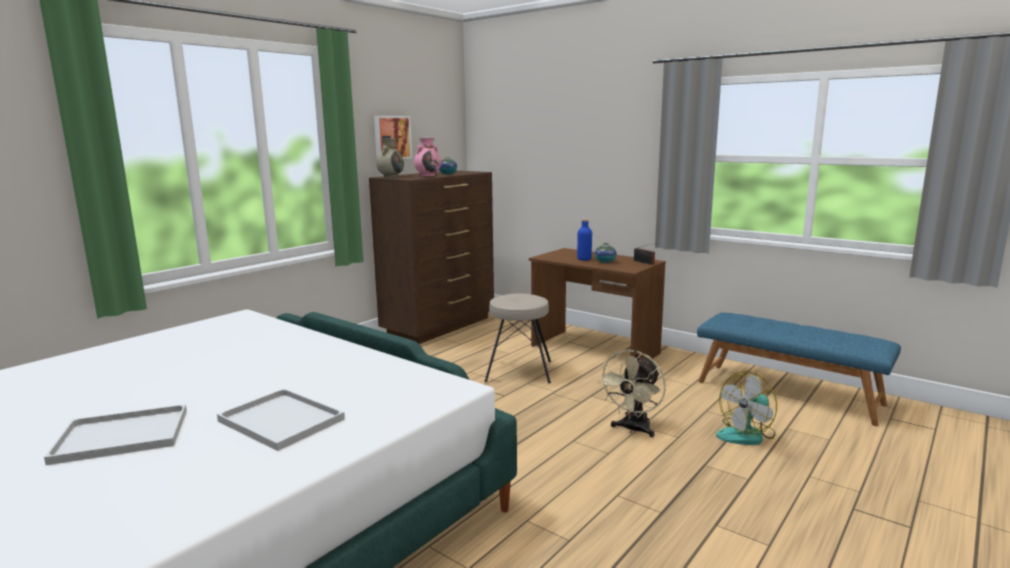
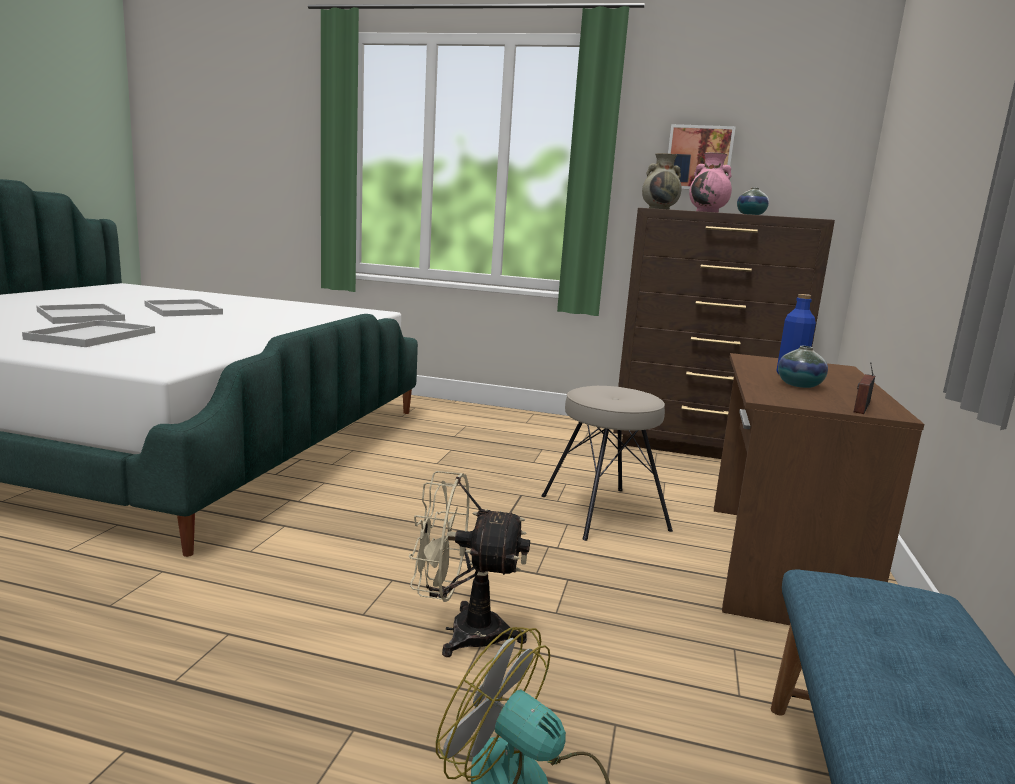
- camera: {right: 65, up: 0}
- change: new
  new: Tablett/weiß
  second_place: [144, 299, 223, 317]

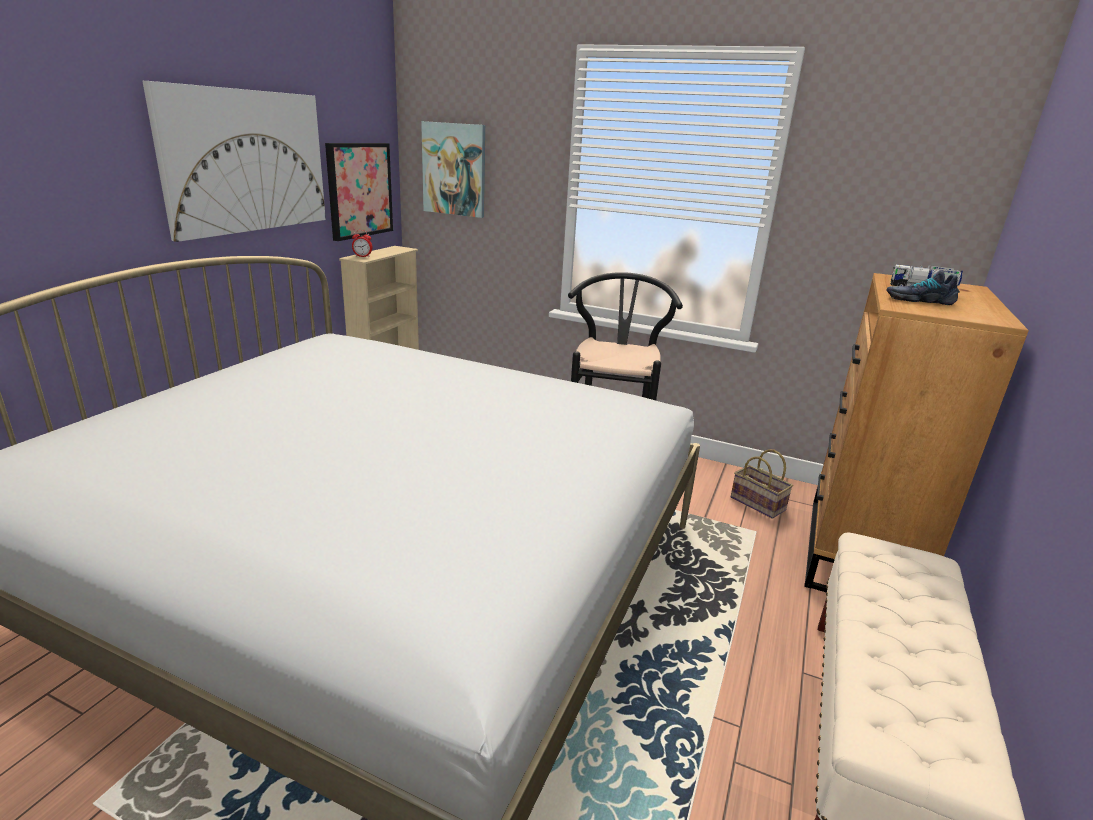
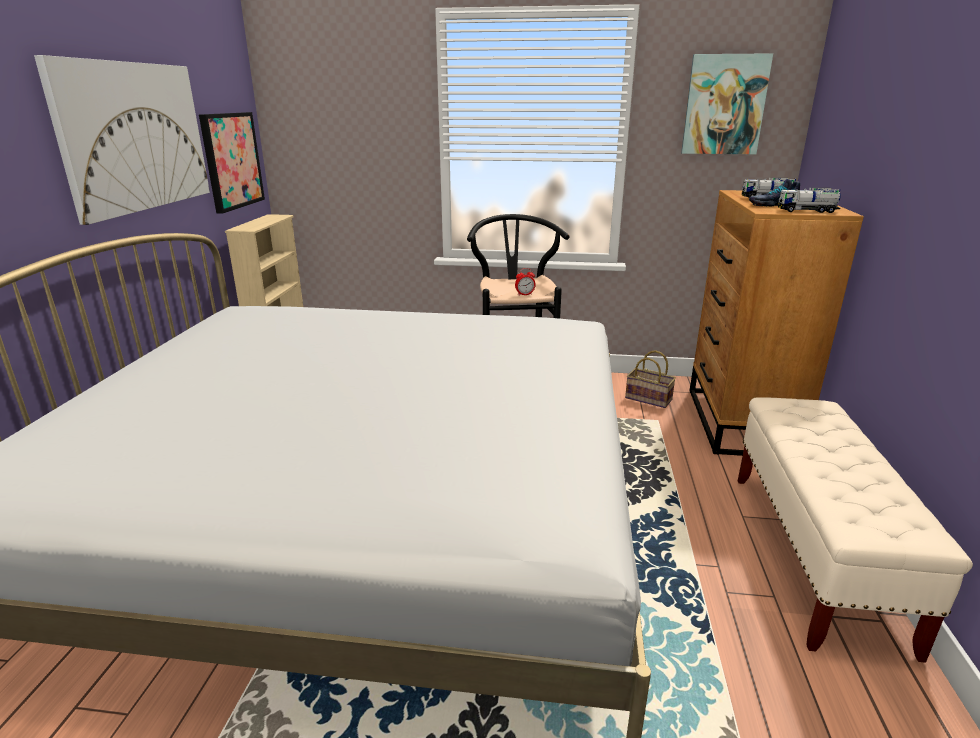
- camera: {right: -15, up: 0}
- change: new
  new: Spielzeuglaster
  second_place: [778, 188, 841, 213]
- change: shifted
  old: Wecker
  first_place: [352, 230, 373, 258]
  second_place: [515, 268, 536, 296]
- change: shifted
  old: Bild
  first_place: [421, 121, 485, 218]
  second_place: [681, 53, 773, 154]

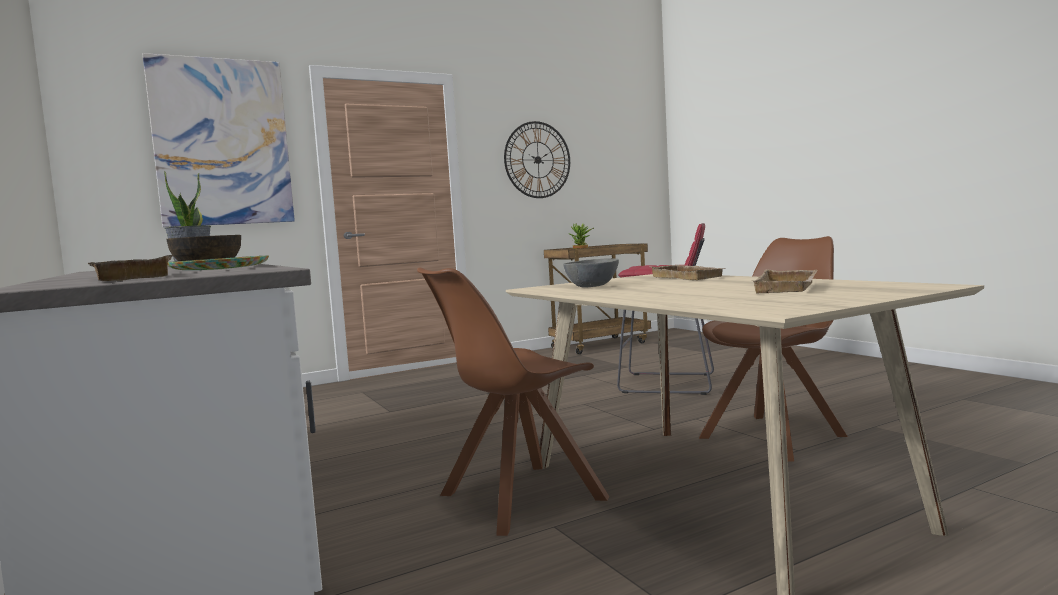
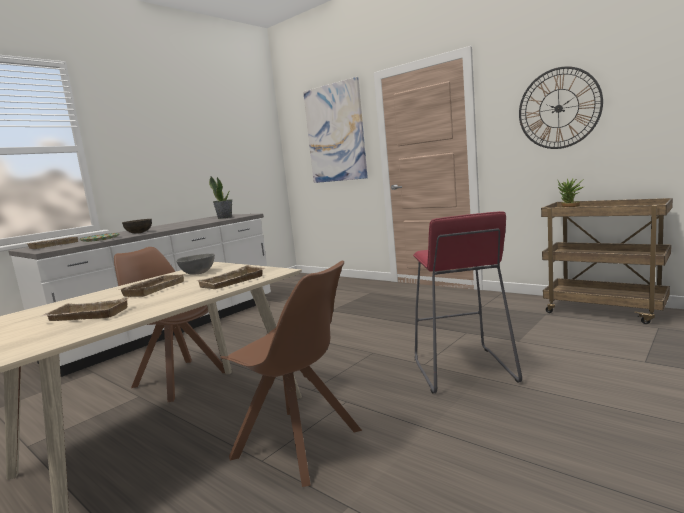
- camera: {right: 70, up: 5}
- change: new
  new: Tablett/beige
  second_place: [118, 274, 185, 297]

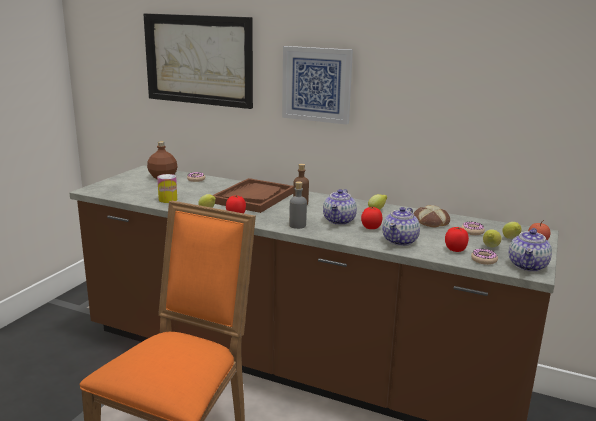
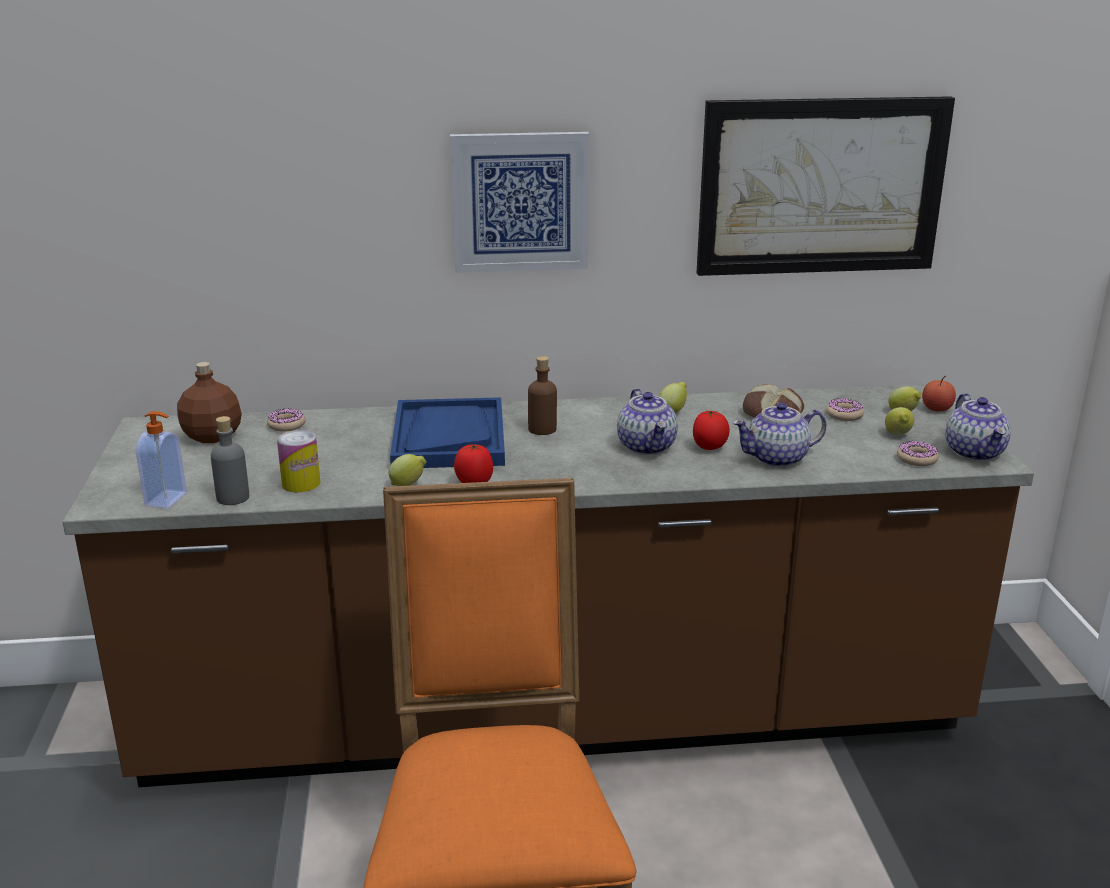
- camera: {right: -30, up: 5}
- change: gone
  old: Tomate
  first_place: [445, 227, 469, 252]
- change: new
  new: Seifenspender
  second_place: [136, 411, 187, 508]
- change: shifted
  old: Bild
  first_place: [143, 13, 253, 109]
  second_place: [696, 96, 955, 276]
- change: shifted
  old: Flasche/grau
  first_place: [289, 181, 307, 229]
  second_place: [211, 416, 249, 505]
- change: repainted
  old: Tablett/braun
  new: Tablett/blau
  first_place: [212, 178, 293, 213]
  second_place: [390, 397, 505, 468]
- change: rotated
  old: Teekanne
  first_place: [382, 207, 420, 246]
  second_place: [732, 402, 826, 468]
  degrees: 75

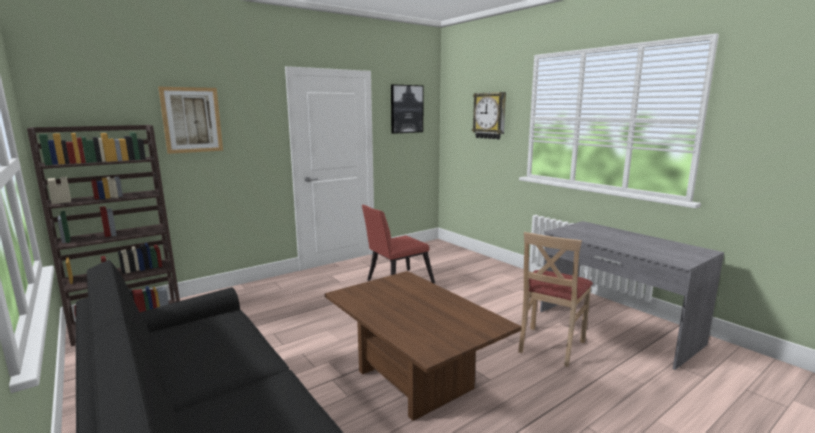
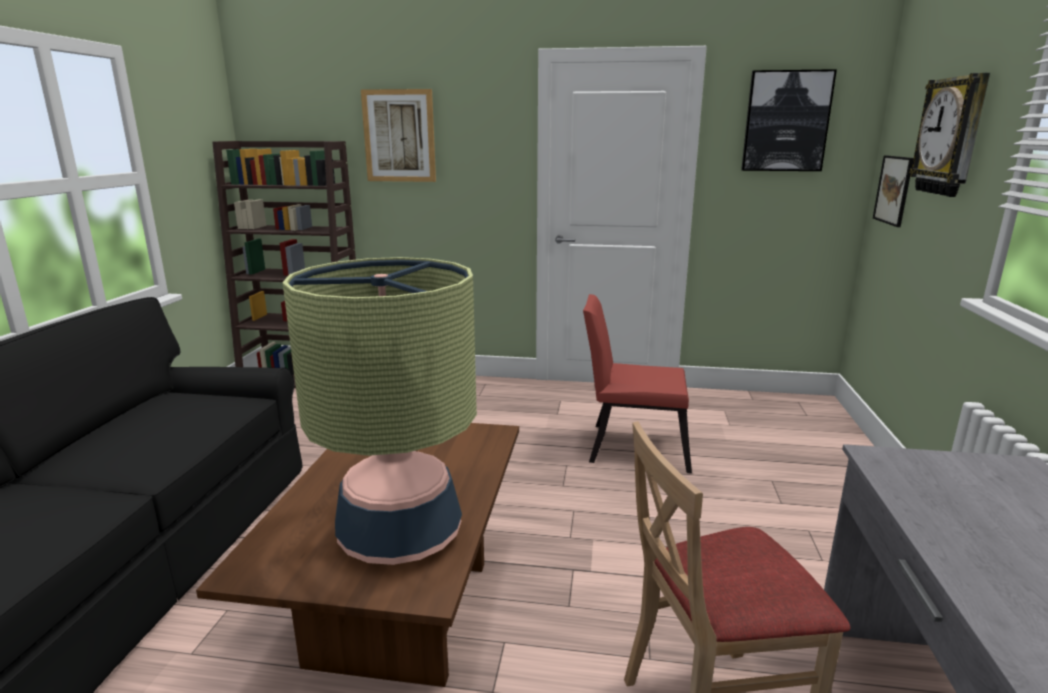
- camera: {right: 45, up: 5}
- change: new
  new: Tischlampe
  second_place: [282, 257, 477, 565]
- change: new
  new: Bild
  second_place: [873, 155, 914, 227]

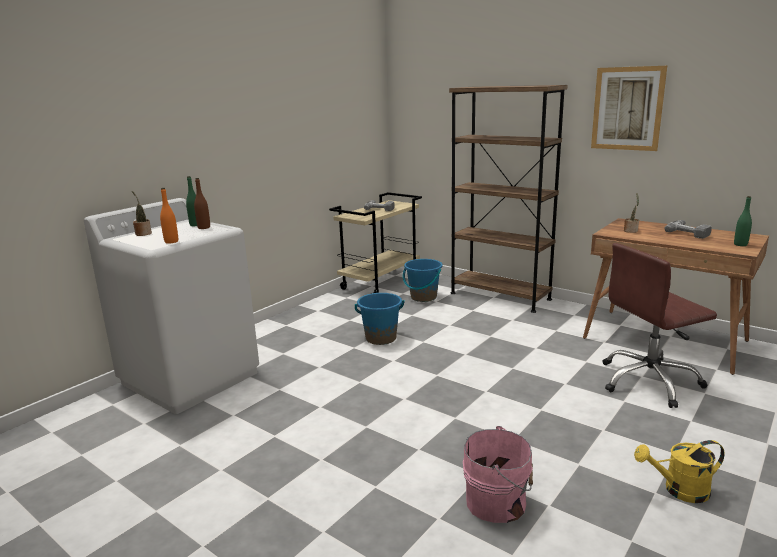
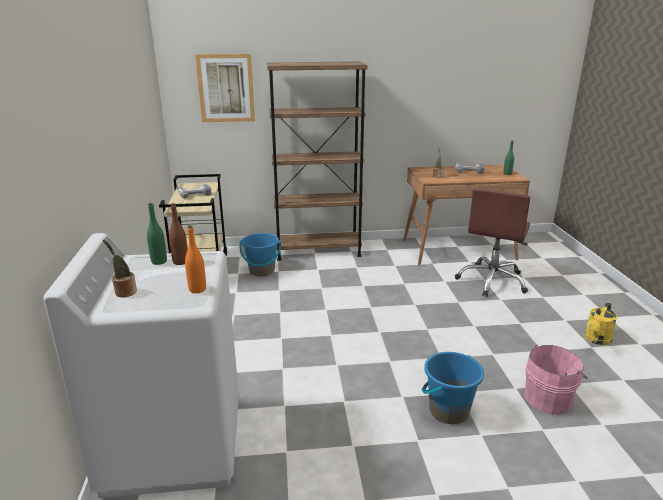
- camera: {right: -45, up: 5}
- change: shifted
  old: Eimer/blau
  first_place: [355, 293, 405, 345]
  second_place: [422, 352, 484, 424]
- change: shifted
  old: Bild
  first_place: [591, 66, 667, 151]
  second_place: [195, 54, 255, 122]

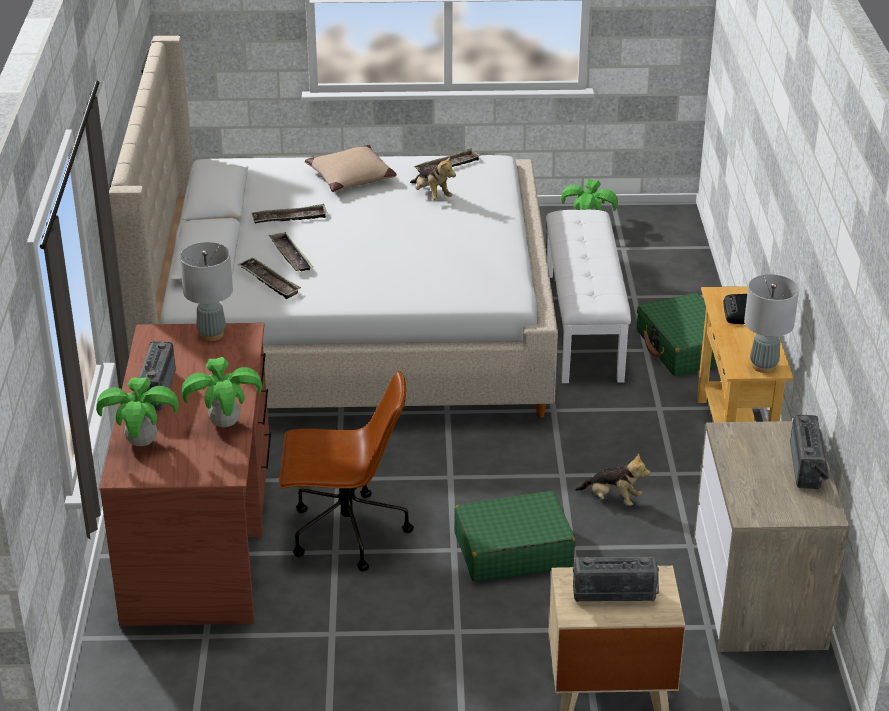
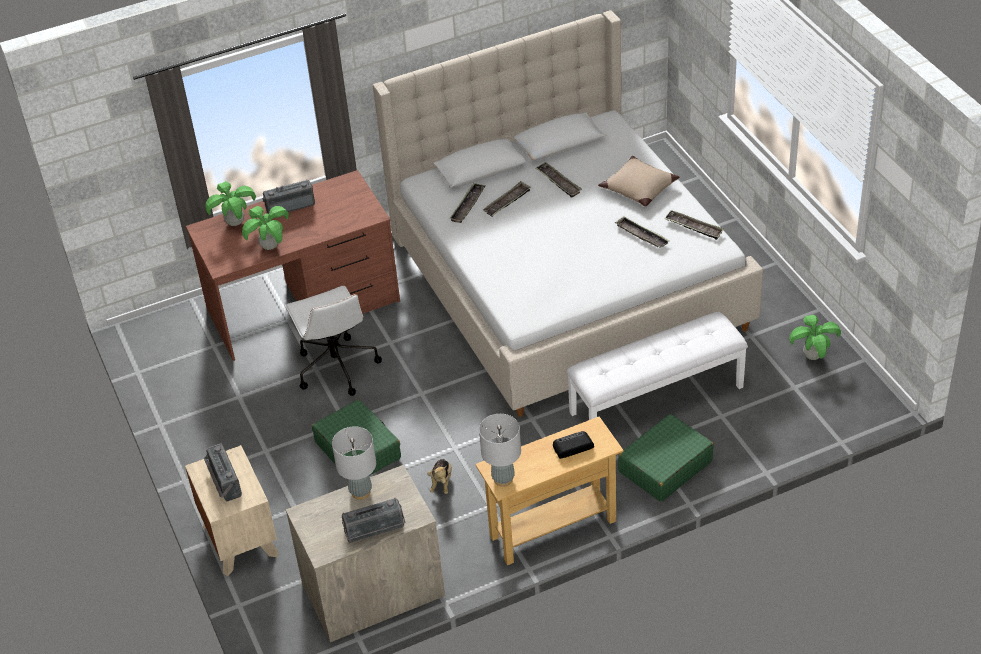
- camera: {right: 70, up: 10}
- change: shifted
  old: Tischlampe/grau
  first_place: [180, 242, 233, 341]
  second_place: [332, 426, 376, 500]
- change: swapped
  old: Plüschtier
  new: Tablett
  first_place: [410, 156, 456, 200]
  second_place: [615, 216, 669, 248]
- change: repainted
  old: Bürostuhl/braun
  new: Bürostuhl/weiß
  first_place: [279, 370, 414, 572]
  second_place: [285, 286, 382, 396]

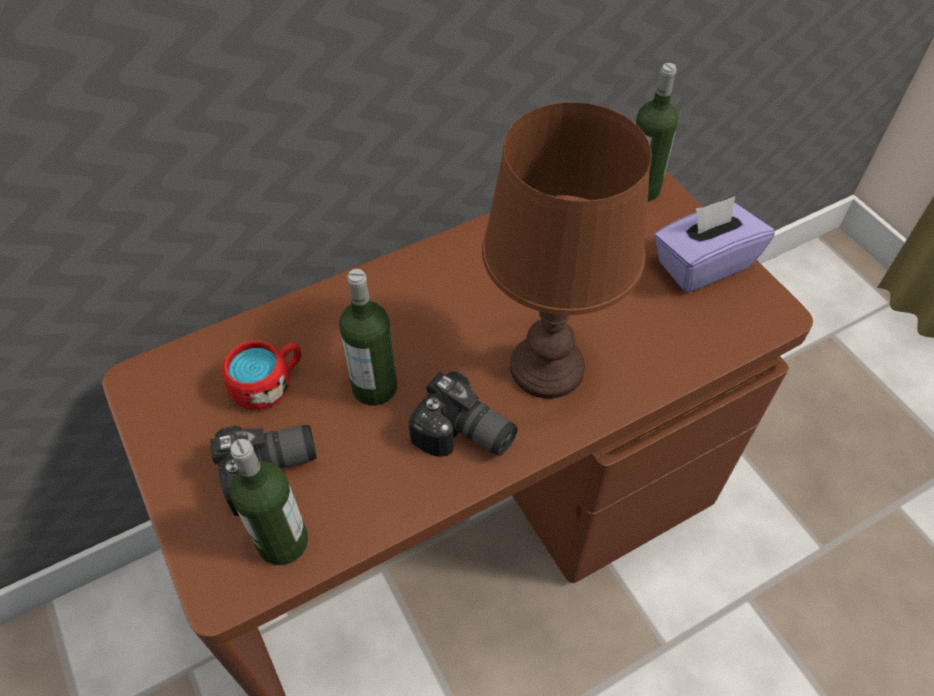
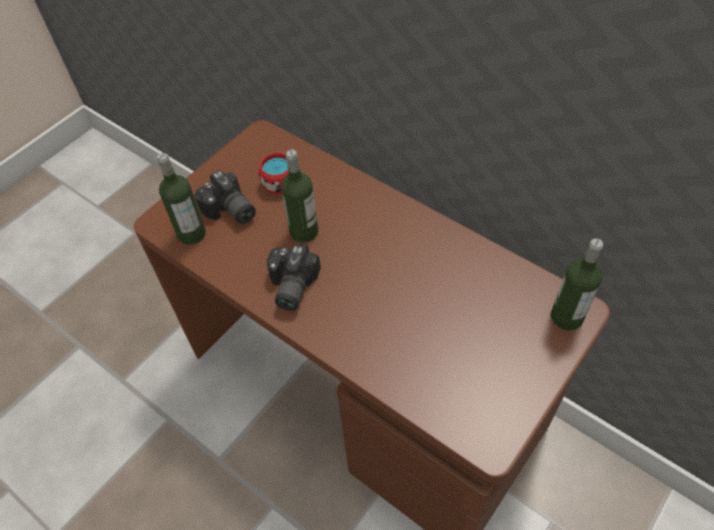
- camera: {right: 70, up: 0}
- change: gone
  old: Tischlampe/braun
  first_place: [482, 102, 652, 399]
- change: gone
  old: Taschentuchbox/lila
  first_place: [654, 196, 775, 293]

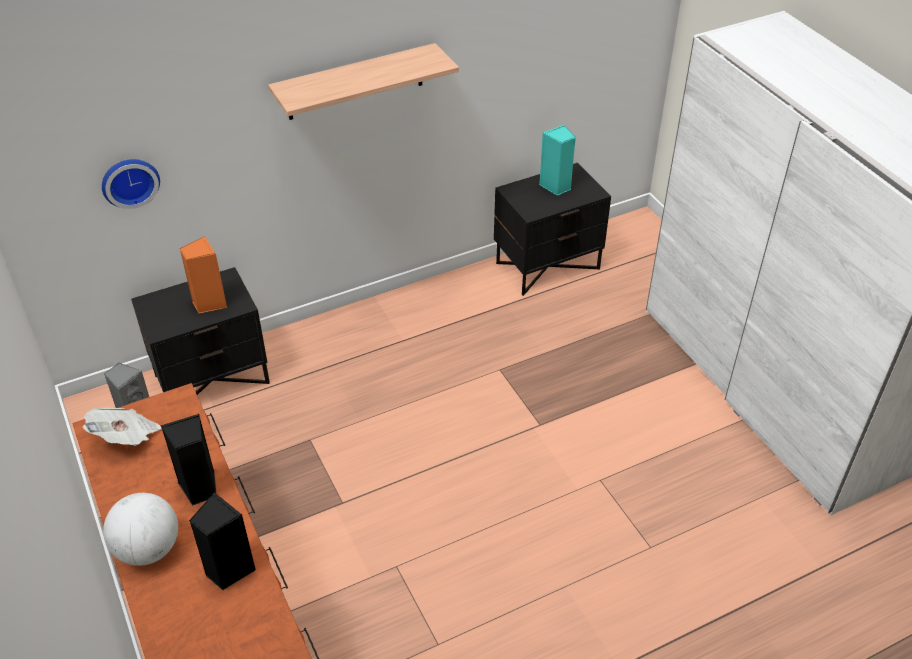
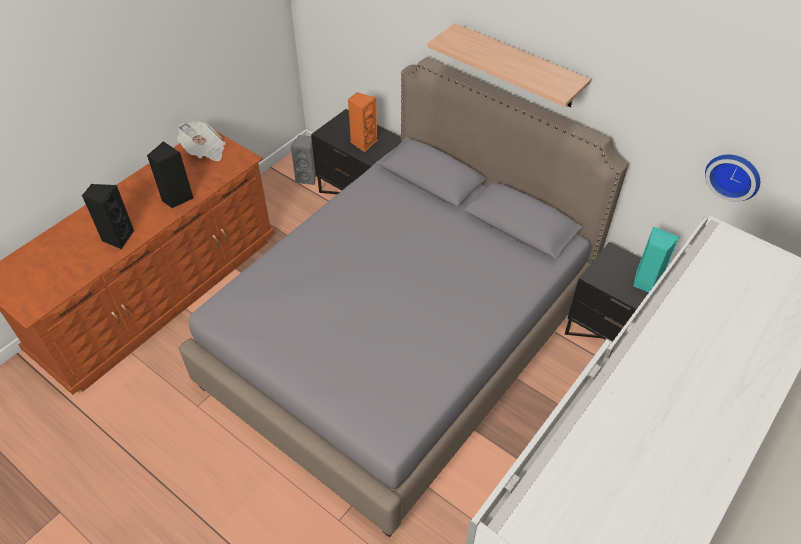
- camera: {right: 65, up: 5}
- change: gone
  old: Globus
  first_place: [103, 493, 178, 566]
- change: new
  new: Bett/grau
  second_place: [179, 57, 628, 538]
- change: shifted
  old: Wanduhr
  first_place: [102, 159, 160, 209]
  second_place: [705, 154, 760, 202]

